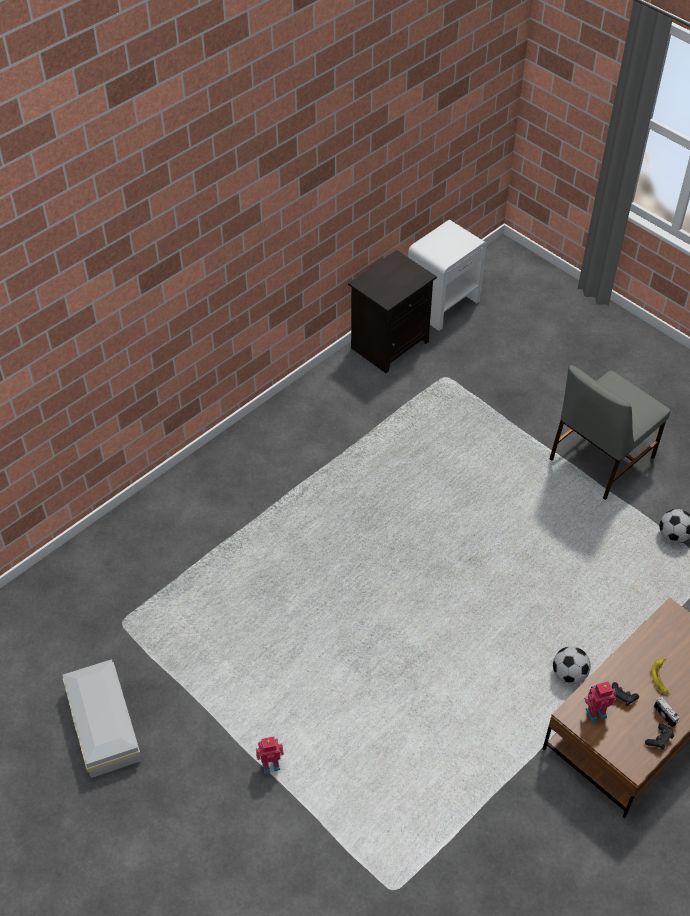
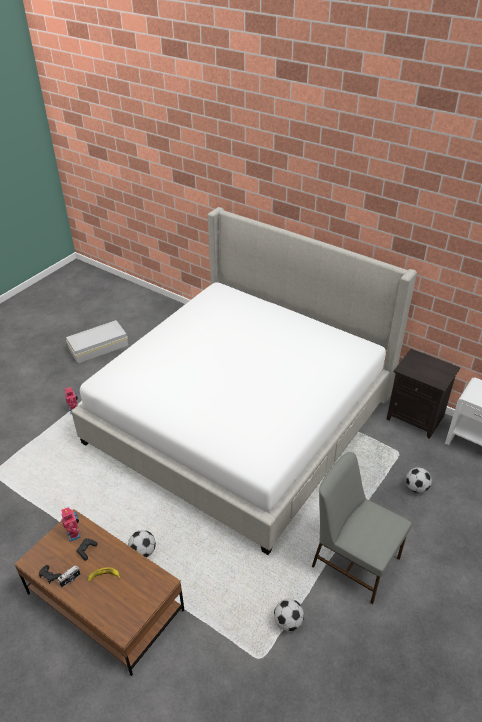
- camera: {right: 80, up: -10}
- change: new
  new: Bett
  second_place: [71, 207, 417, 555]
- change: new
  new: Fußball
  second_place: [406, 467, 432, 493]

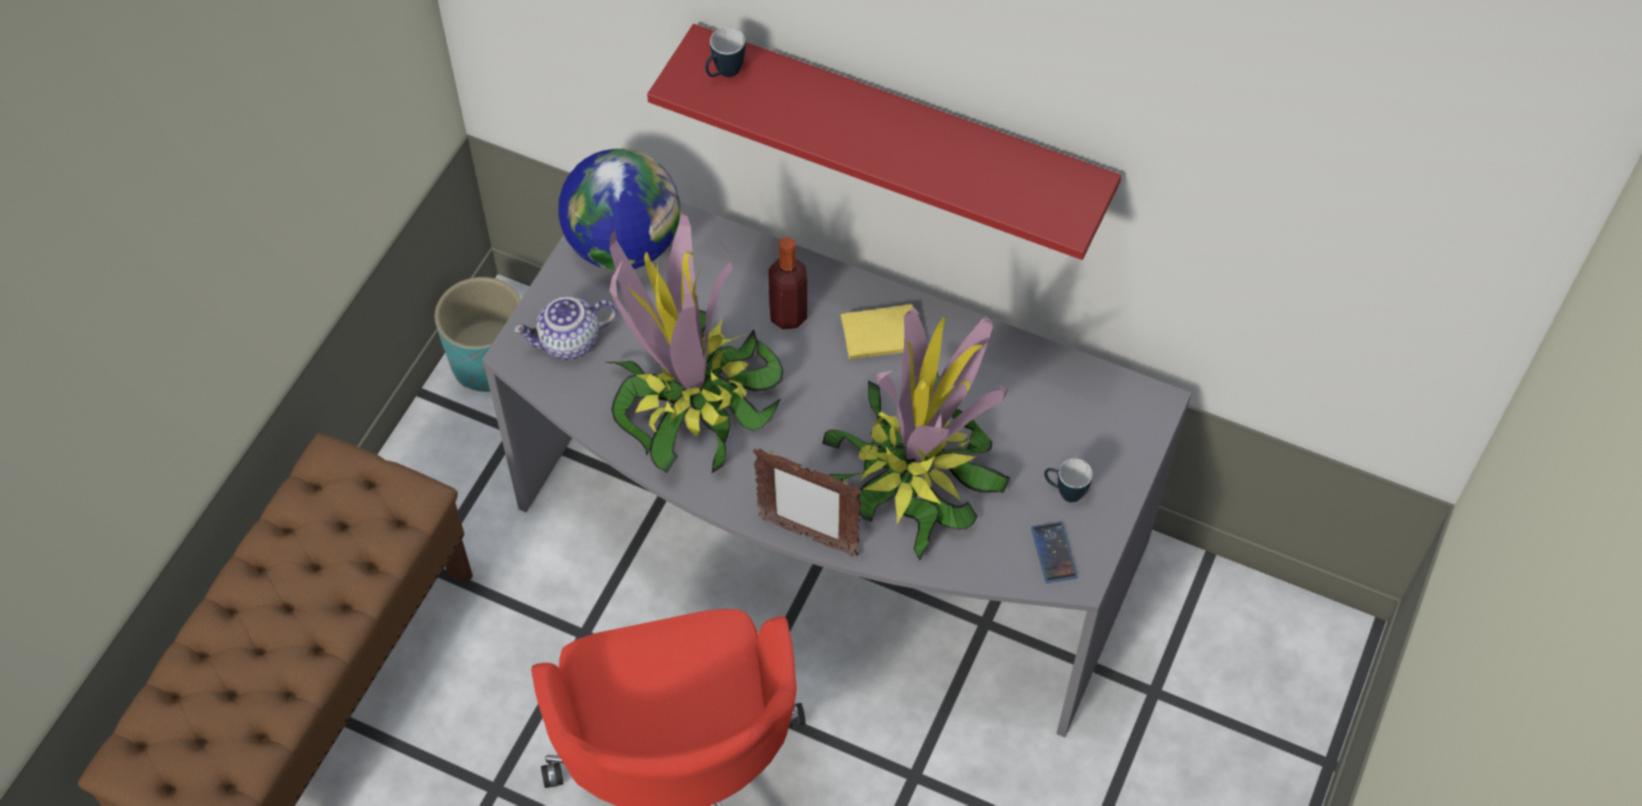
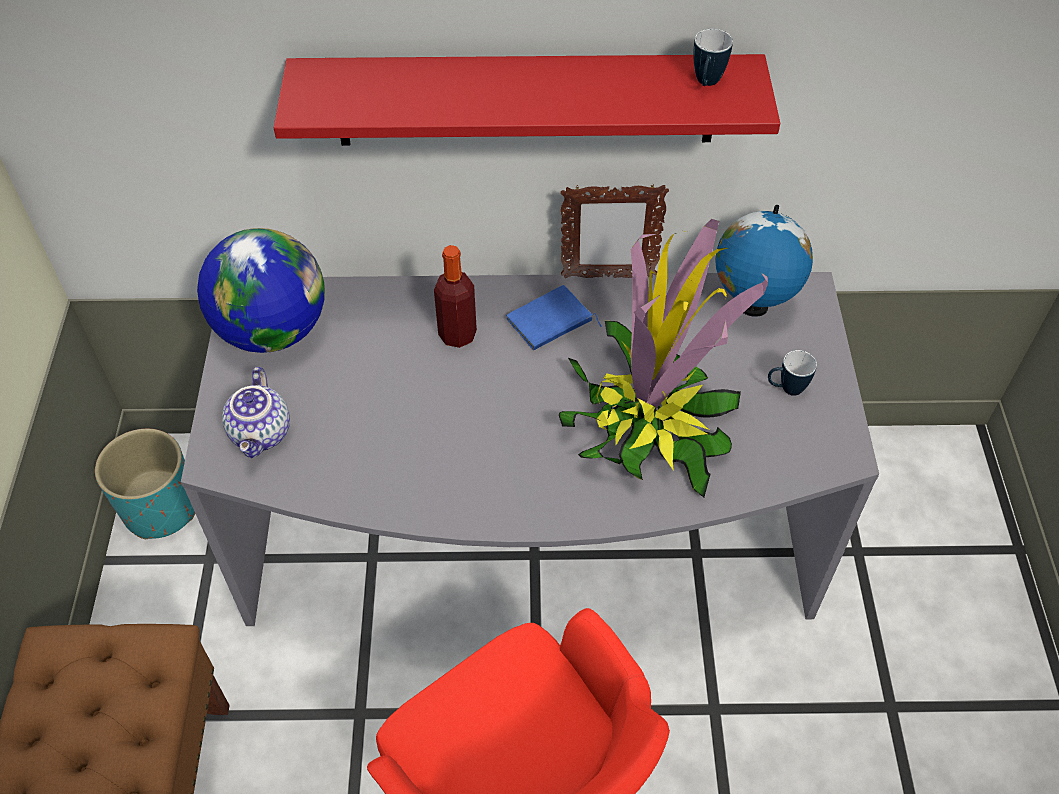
- camera: {right: -25, up: -5}
- change: gone
  old: Topfpflanze
  first_place: [606, 211, 784, 474]
- change: gone
  old: Handy
  first_place: [1031, 522, 1078, 583]
- change: new
  new: Globus
  second_place: [715, 205, 813, 317]
- change: shifted
  old: Henkelbecher
  first_place: [705, 27, 745, 77]
  second_place: [693, 29, 733, 86]
- change: shifted
  old: Bilderrahmen
  first_place: [753, 448, 862, 556]
  second_place: [561, 183, 669, 278]
- change: repainted
  old: Buch/gelb
  new: Buch/blau
  first_place: [841, 304, 913, 359]
  second_place: [506, 285, 602, 350]
- change: rotated
  old: Teekanne
  first_place: [514, 296, 617, 360]
  second_place: [222, 367, 290, 458]
  degrees: -45

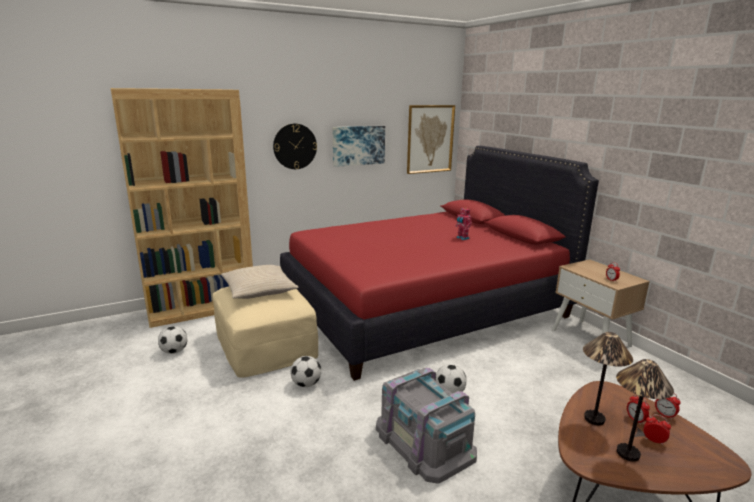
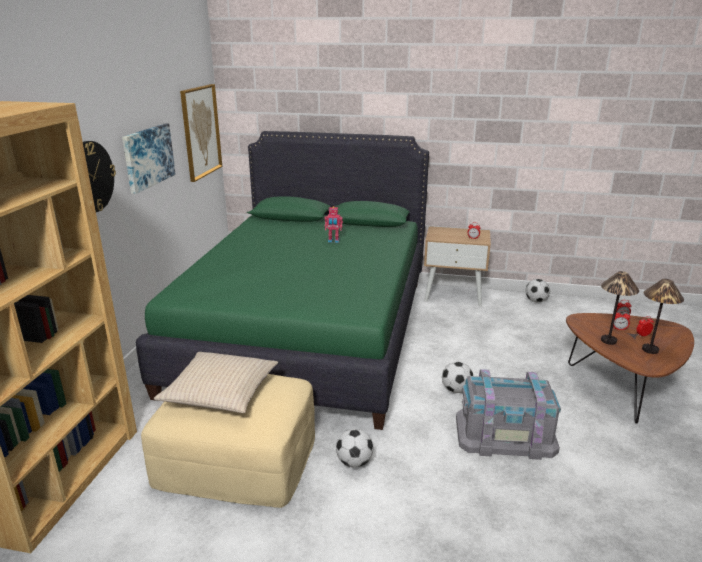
- camera: {right: -50, up: 5}
- change: shifted
  old: Fußball
  first_place: [158, 326, 187, 354]
  second_place: [526, 279, 550, 302]
- change: repainted
  old: Bett/rot
  new: Bett/grün
  first_place: [280, 146, 599, 381]
  second_place: [136, 131, 429, 430]

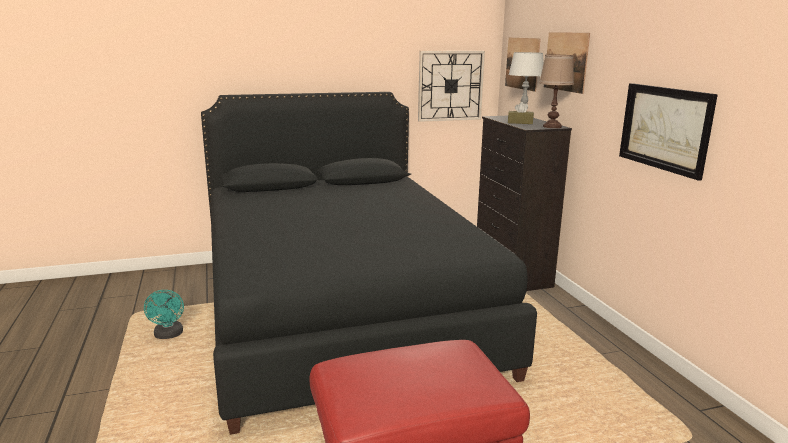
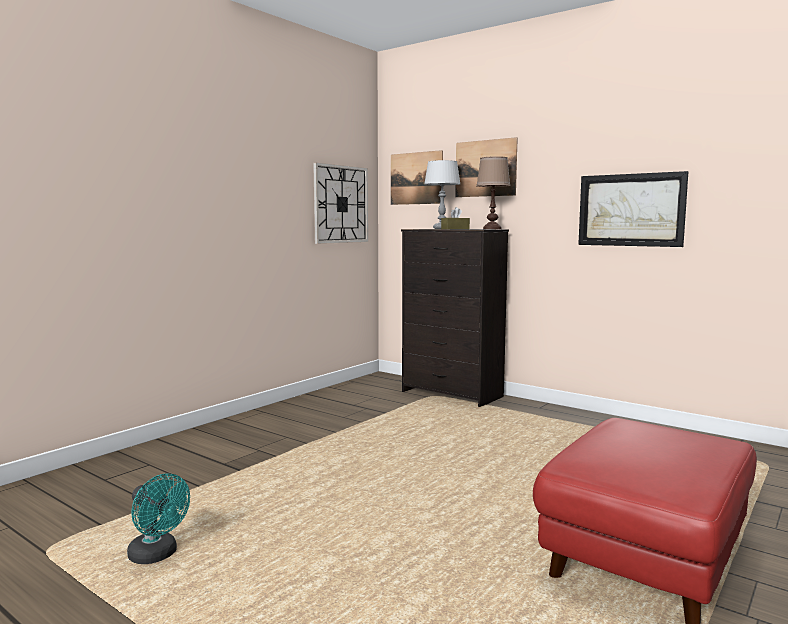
- camera: {right: -35, up: -10}
- change: gone
  old: Bett/schwarz
  first_place: [201, 92, 537, 435]

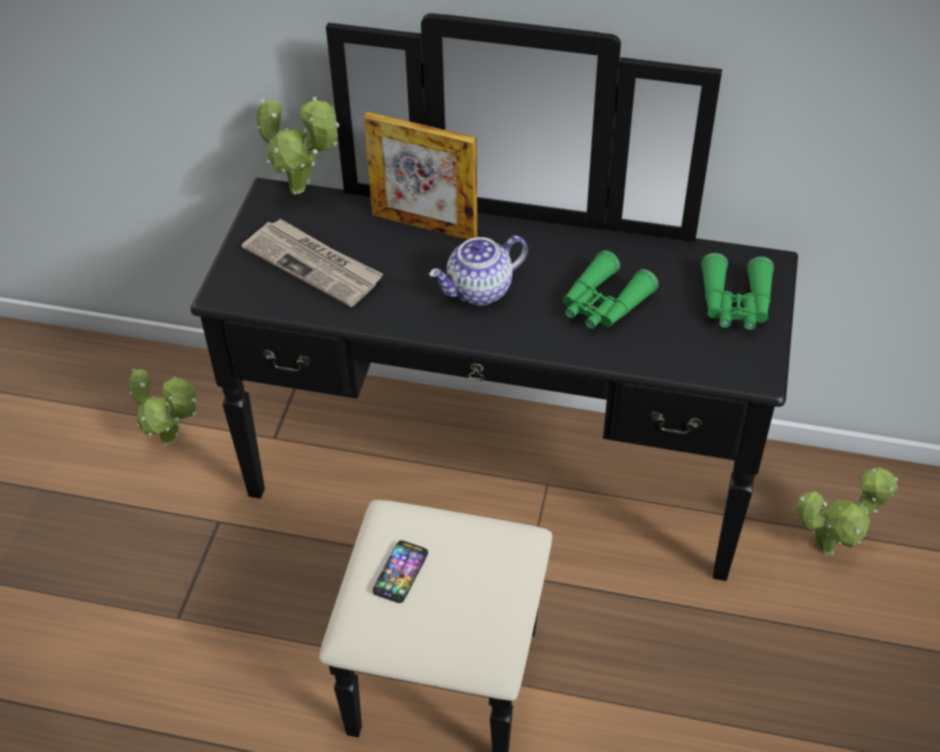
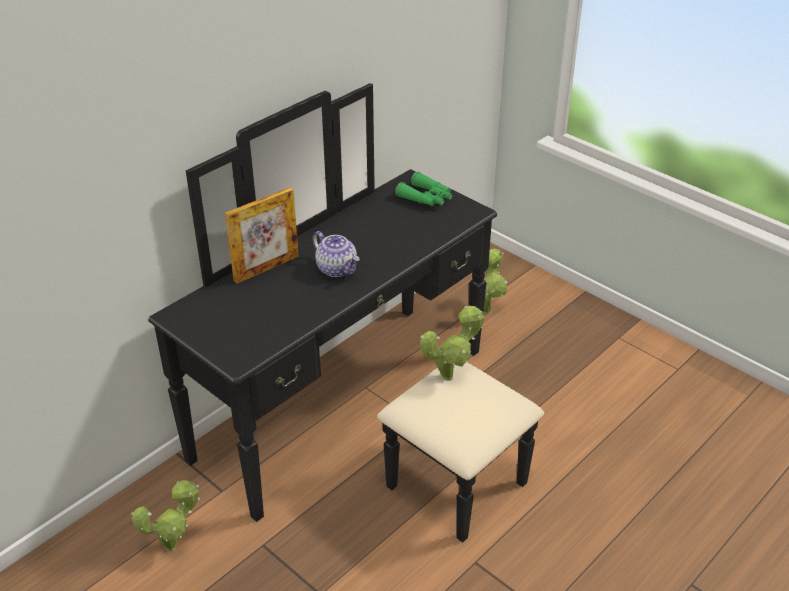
- camera: {right: -60, up: -10}
- change: gone
  old: Zeitung
  first_place: [241, 219, 383, 307]
- change: gone
  old: Handy
  first_place: [372, 540, 428, 603]
- change: gone
  old: Fernglas/grün
  first_place: [563, 250, 659, 329]
- change: shifted
  old: Topfpflanze
  first_place: [256, 97, 339, 195]
  second_place: [420, 305, 485, 381]
- change: rotated
  old: Teekanne
  first_place: [429, 236, 528, 305]
  second_place: [312, 231, 360, 277]
  degrees: -45

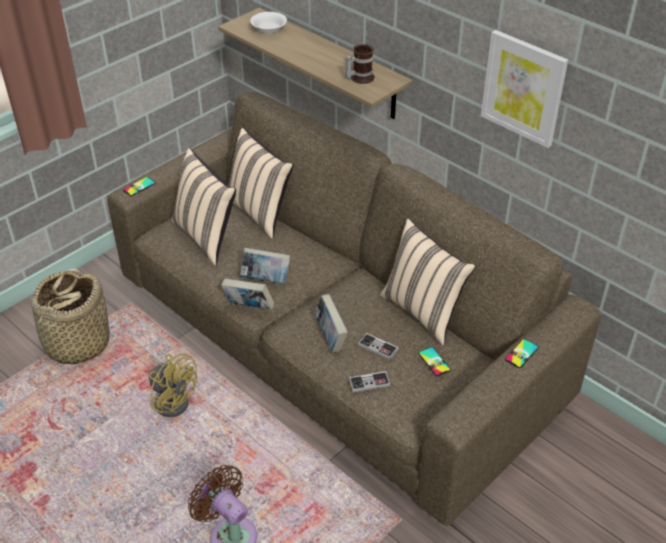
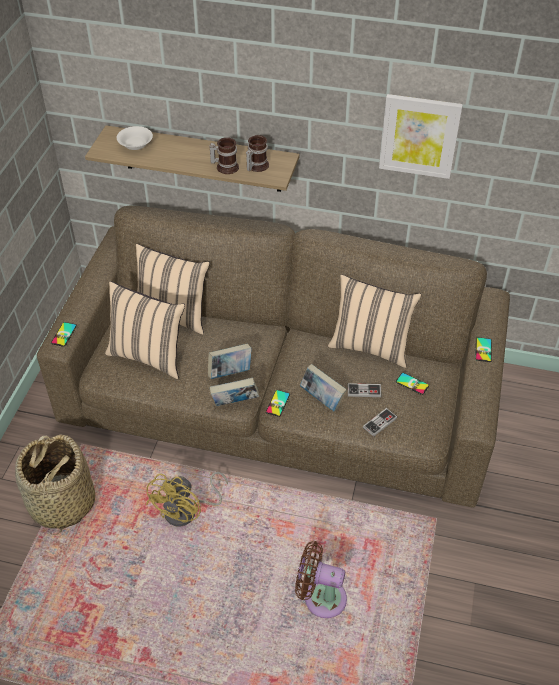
- camera: {right: -30, up: 5}
- change: new
  new: Henkelbecher
  second_place: [209, 137, 239, 174]
- change: new
  new: Handy
  second_place: [266, 390, 290, 417]
- change: rotated
  old: Ventilator/gelb
  first_place: [148, 353, 197, 417]
  second_place: [146, 472, 228, 527]
  degrees: 105

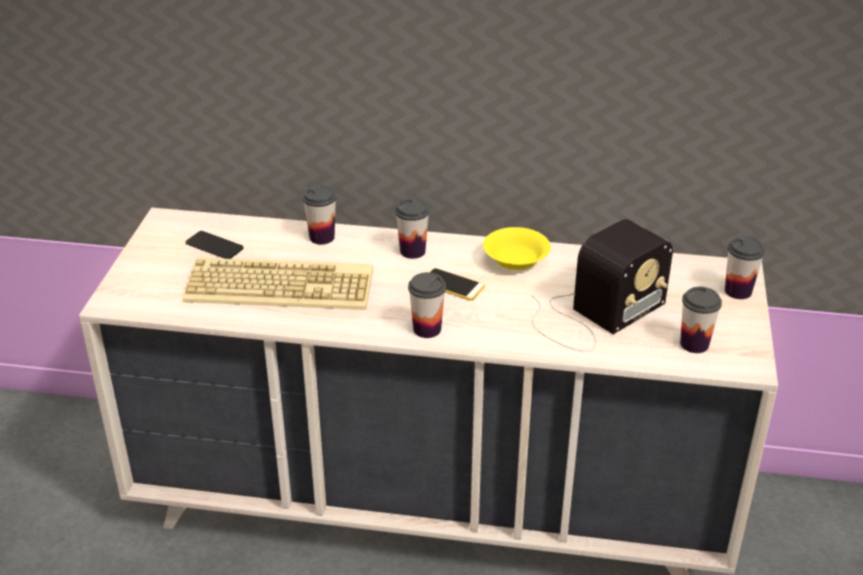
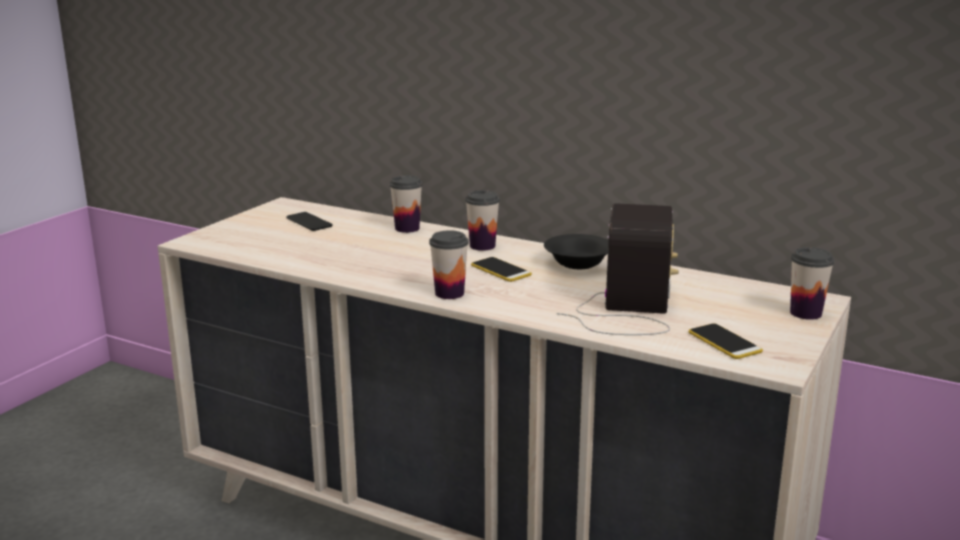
- camera: {right: 20, up: -15}
- change: gone
  old: Tastatur
  first_place: [182, 257, 373, 310]
- change: swapped
  old: Tasse
  new: Handy
  first_place: [680, 287, 722, 353]
  second_place: [689, 323, 763, 359]
- change: repainted
  old: Schüssel/gelb
  new: Schüssel/schwarz
  first_place: [483, 227, 551, 270]
  second_place: [544, 234, 609, 269]
- change: rotated
  old: Radio
  first_place: [531, 219, 673, 352]
  second_place: [556, 203, 679, 335]
  degrees: -60

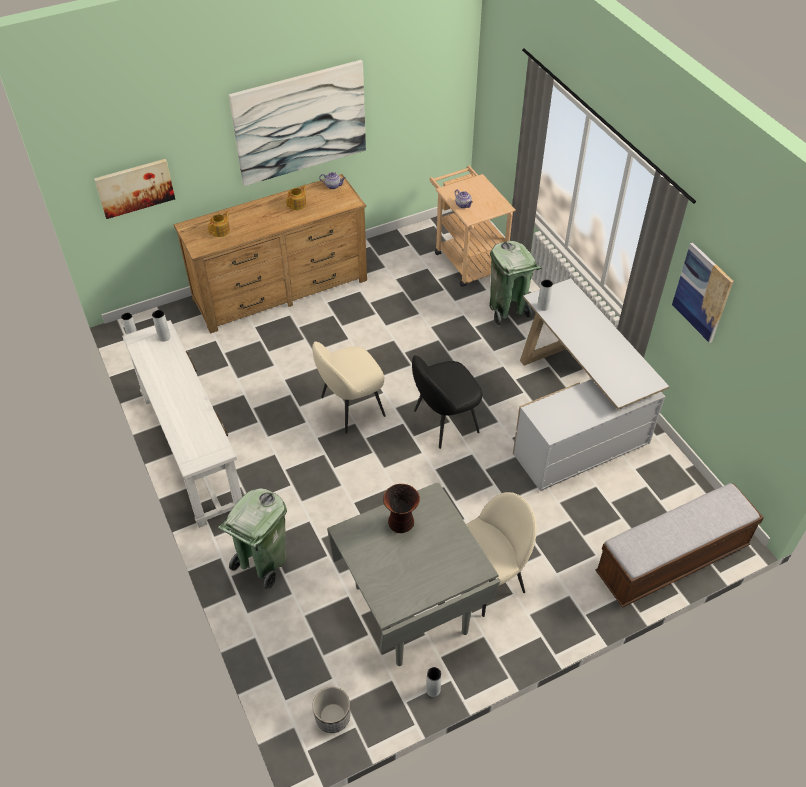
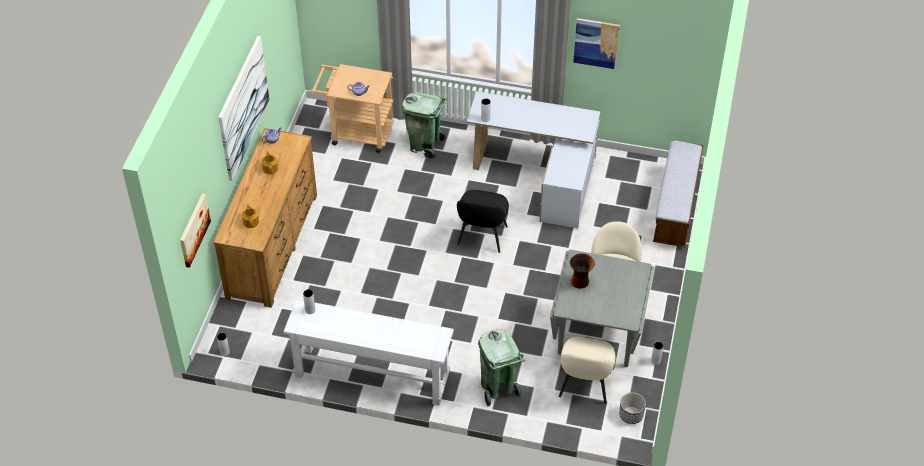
- camera: {right: -50, up: 0}
- change: shifted
  old: Stuhl/beige
  first_place: [312, 341, 386, 433]
  second_place: [559, 337, 616, 404]

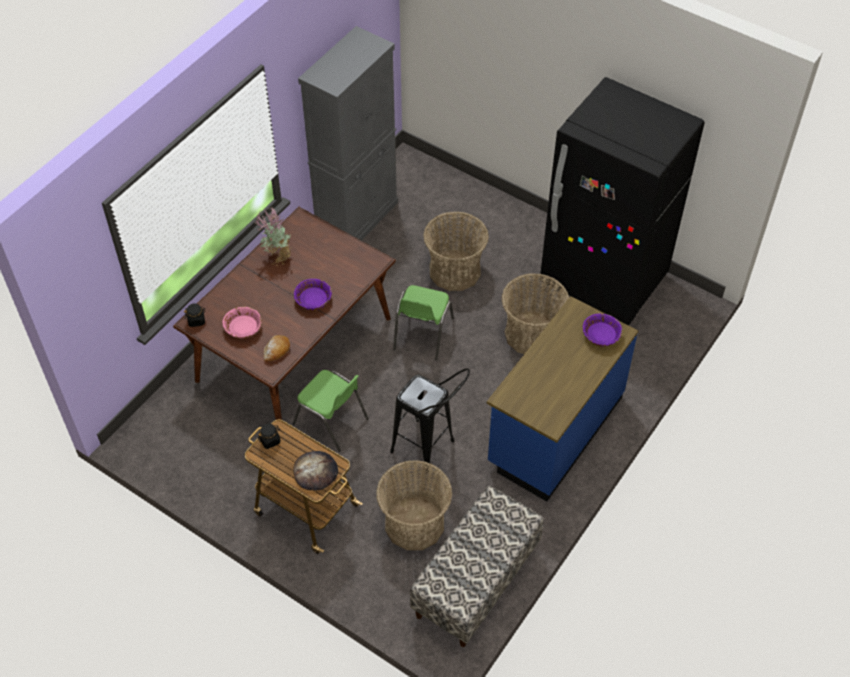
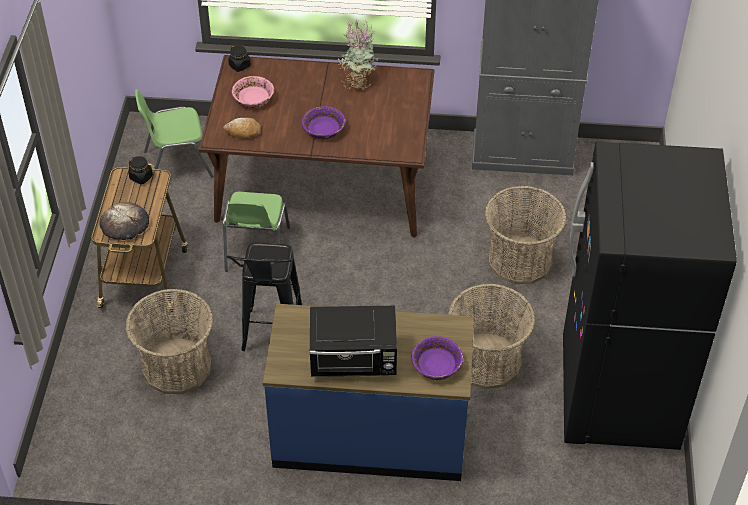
- camera: {right: 60, up: -5}
- change: gone
  old: Bank
  first_place: [410, 486, 544, 647]
- change: new
  new: Mikrowelle/schwarz
  second_place: [310, 306, 397, 377]
- change: shifted
  old: Stuhl/grün
  first_place: [393, 285, 454, 360]
  second_place: [135, 89, 213, 186]

